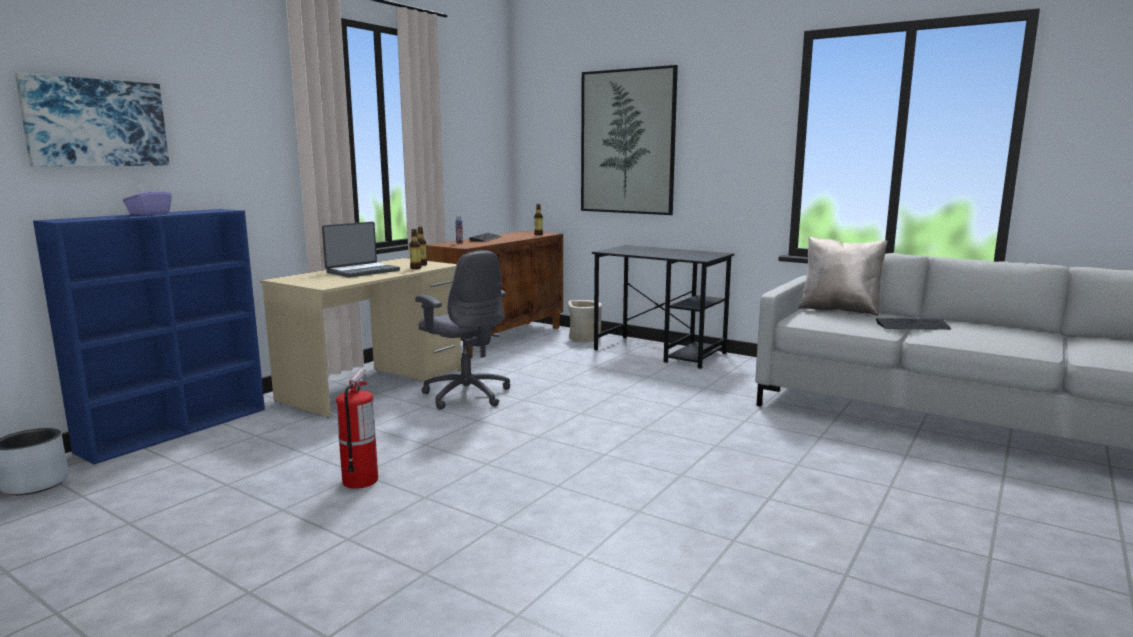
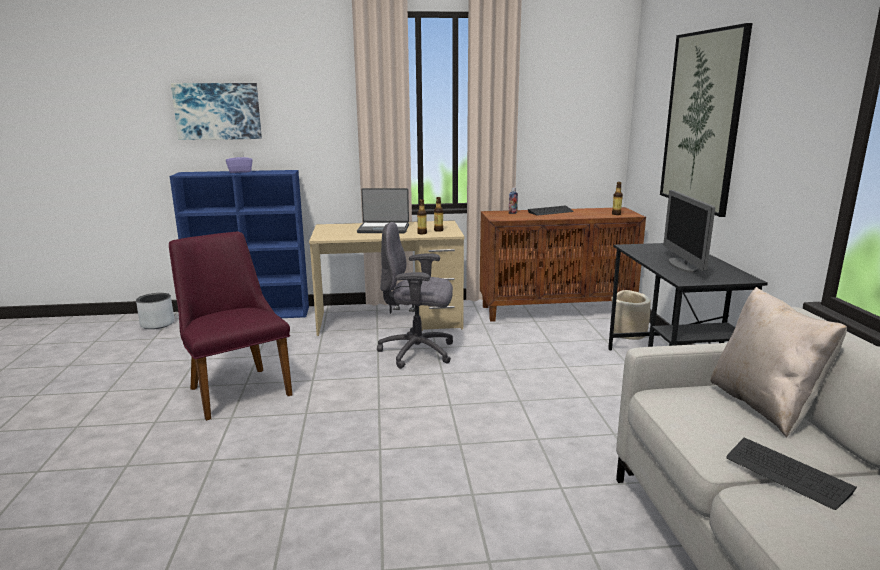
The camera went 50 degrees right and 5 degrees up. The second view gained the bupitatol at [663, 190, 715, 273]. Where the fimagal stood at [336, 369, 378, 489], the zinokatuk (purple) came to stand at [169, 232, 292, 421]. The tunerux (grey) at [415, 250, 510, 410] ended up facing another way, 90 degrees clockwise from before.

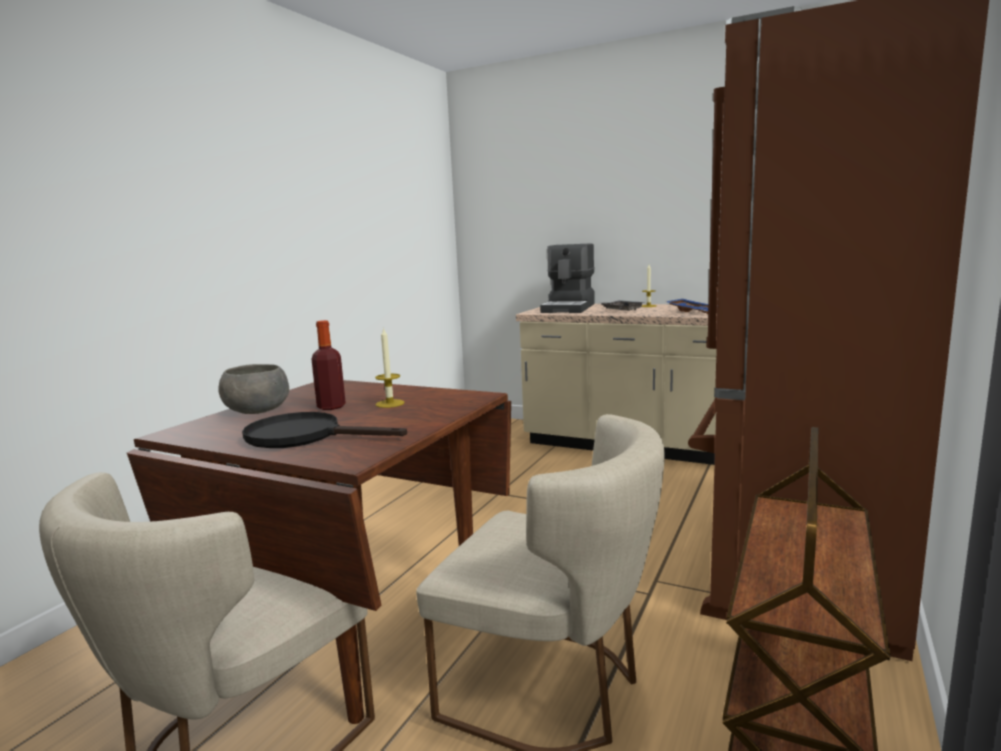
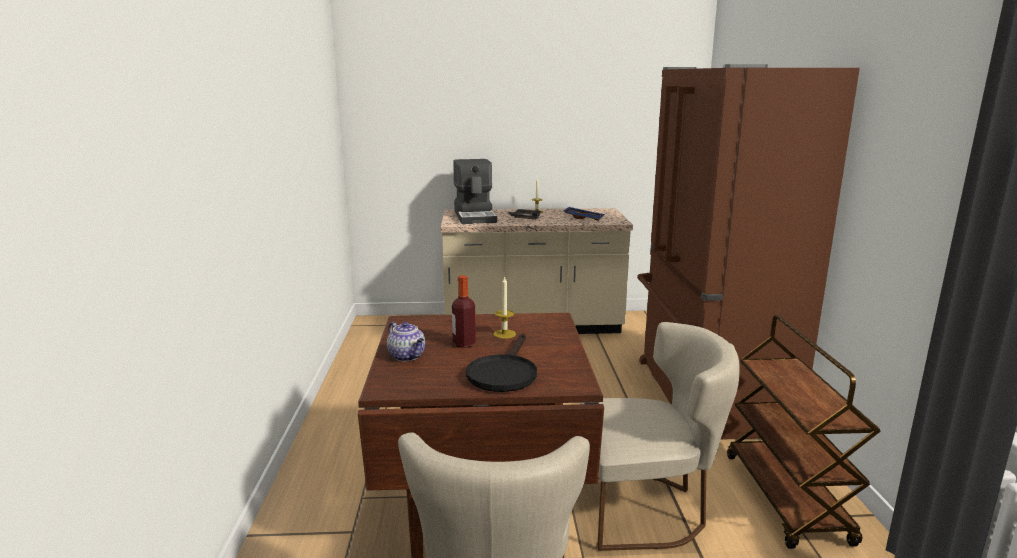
The camera went 30 degrees left and 5 degrees up. Where the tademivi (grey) stood at [218, 364, 289, 414], the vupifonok came to stand at [387, 322, 425, 361]. The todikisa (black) at [242, 412, 407, 448] ended up facing another way, 60 degrees counterclockwise from before.

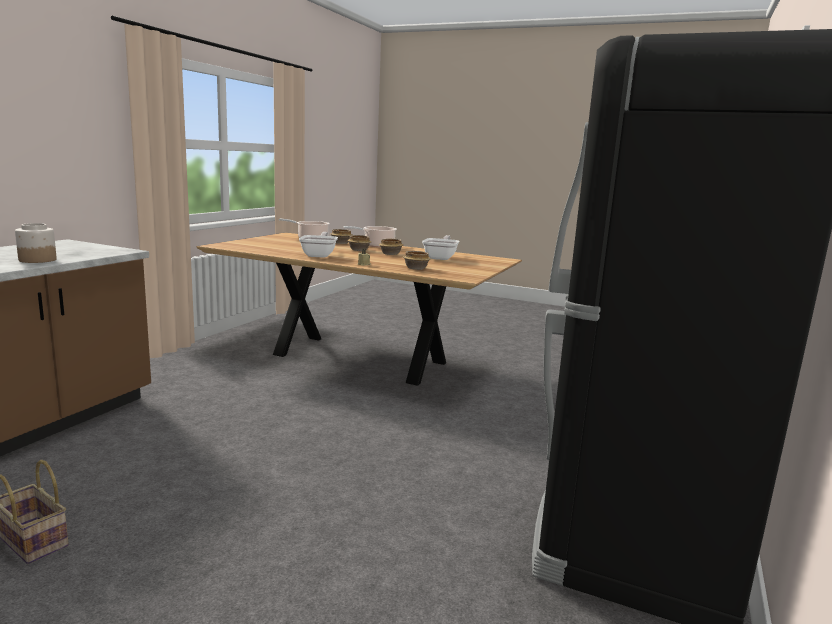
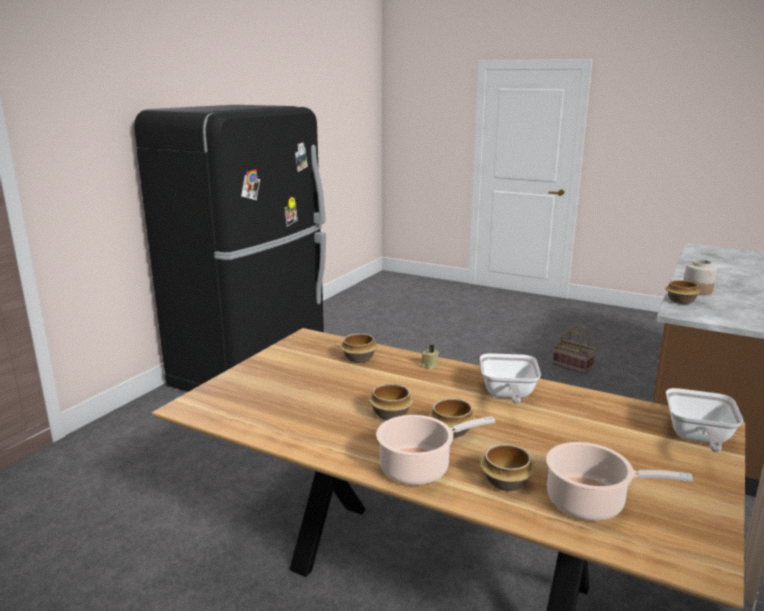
The camera went 175 degrees left and 5 degrees up. The second view gained the tademivi at [665, 280, 701, 304]. The todikisa ended up elsewhere, having gone from [422, 235, 460, 260] to [666, 388, 743, 452].

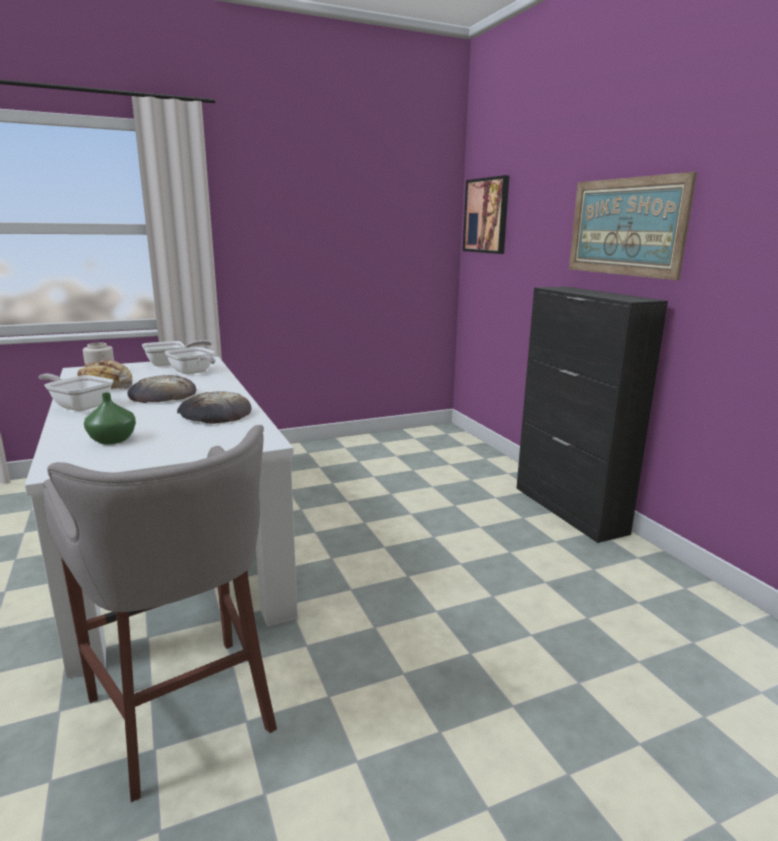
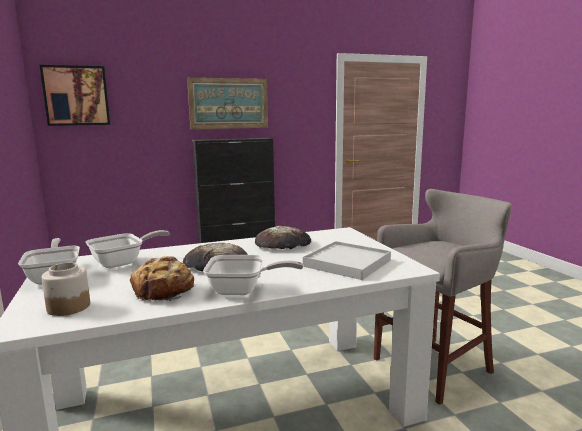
The camera went 85 degrees left and 5 degrees down. Where the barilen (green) stood at [84, 393, 136, 444], the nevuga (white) came to stand at [303, 241, 391, 280]. The todikisa at [38, 374, 113, 411] ended up facing another way, 120 degrees counterclockwise from before.

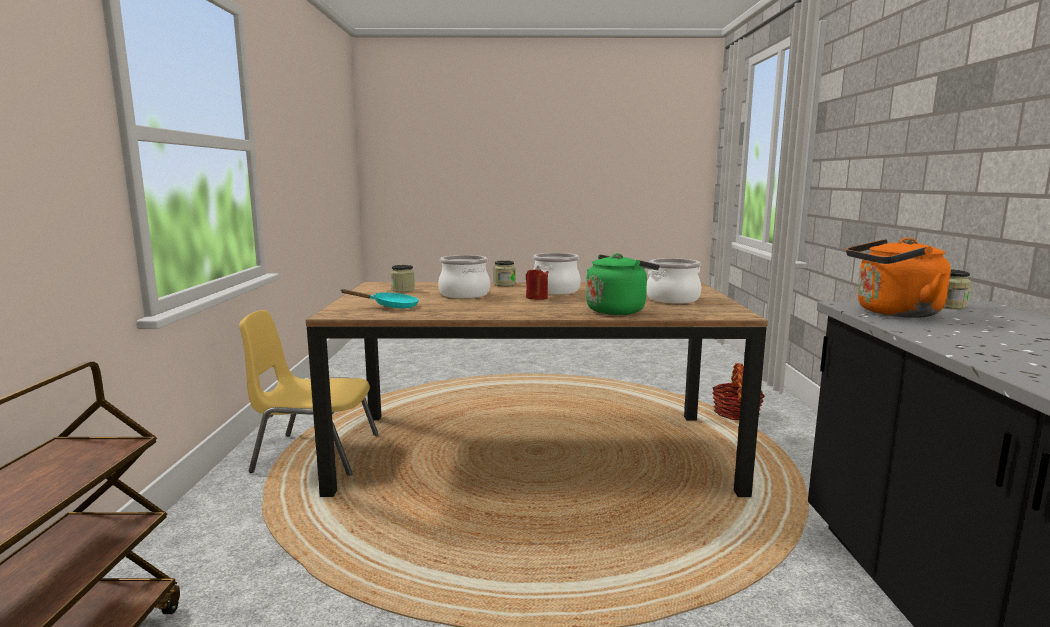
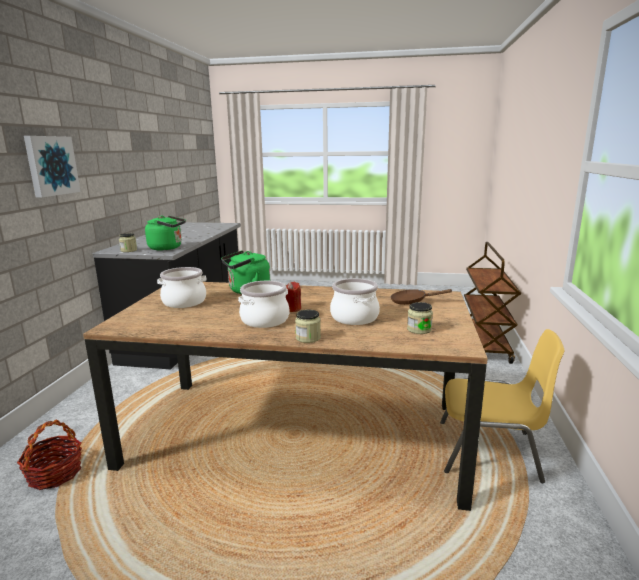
The camera went 170 degrees left and 5 degrees up. The second view gained the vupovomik at [24, 136, 80, 197]. What was the todikisa (turquoise) at [341, 289, 419, 308] turned into the todikisa (brown) at [391, 289, 452, 305]. What was the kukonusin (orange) at [846, 238, 951, 318] turned into the kukonusin (green) at [145, 215, 186, 250].

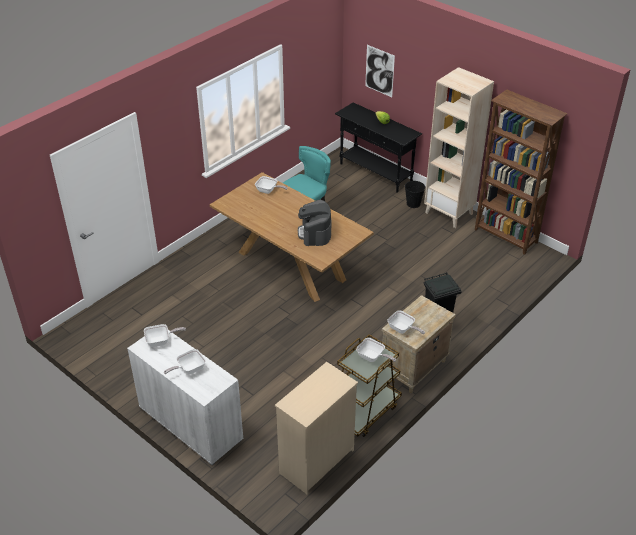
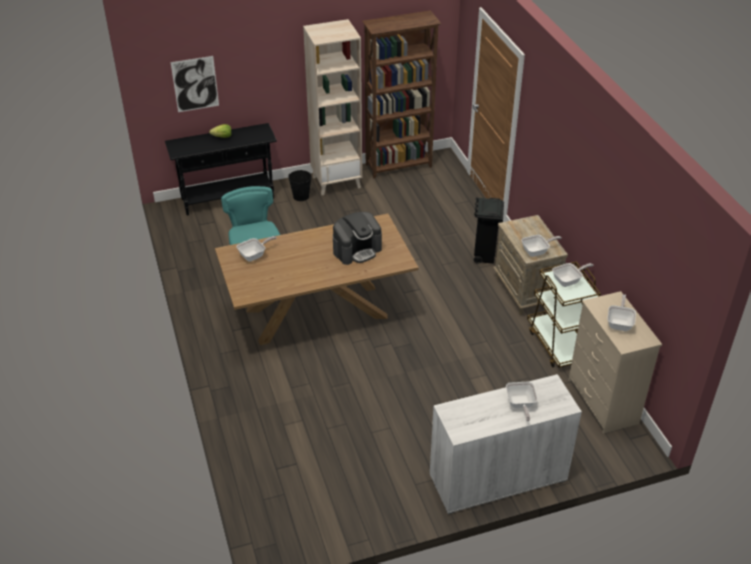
The camera went 60 degrees left and 0 degrees up. The todikisa ended up elsewhere, having gone from [144, 324, 186, 347] to [607, 294, 636, 331]. The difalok at [298, 200, 331, 246] ended up facing another way, 60 degrees counterclockwise from before.

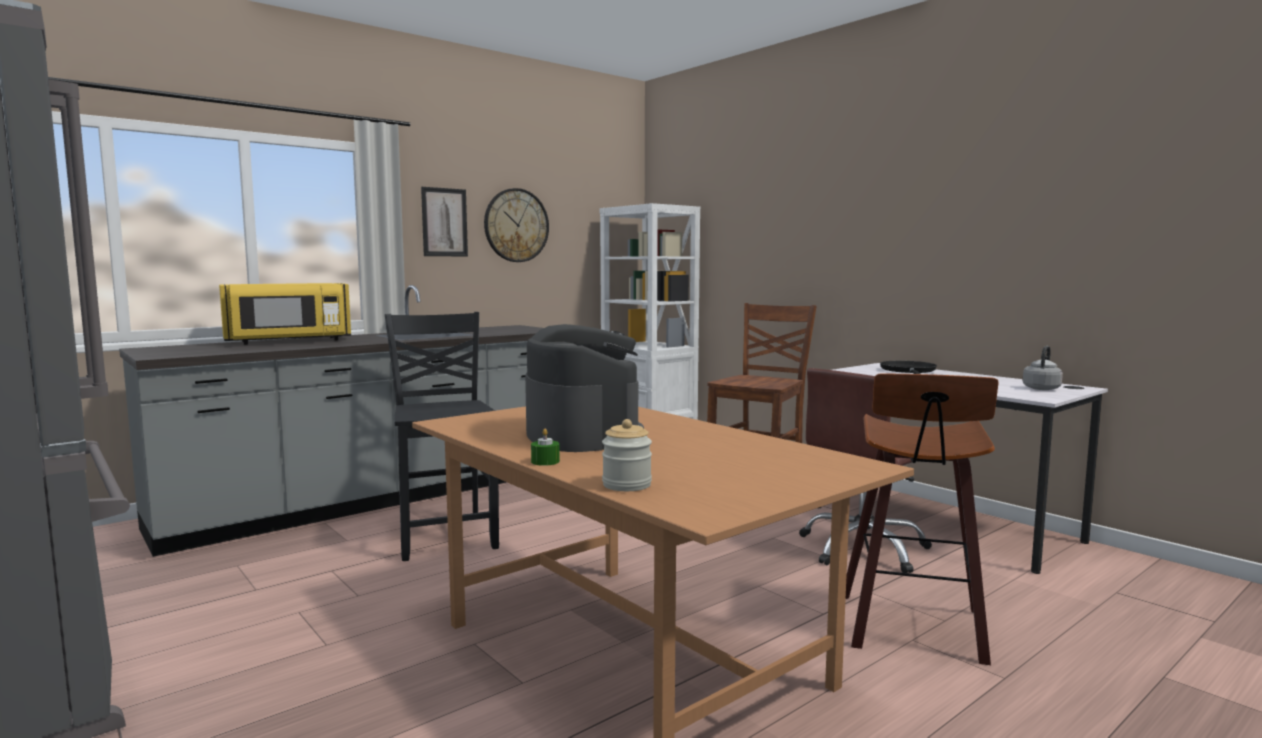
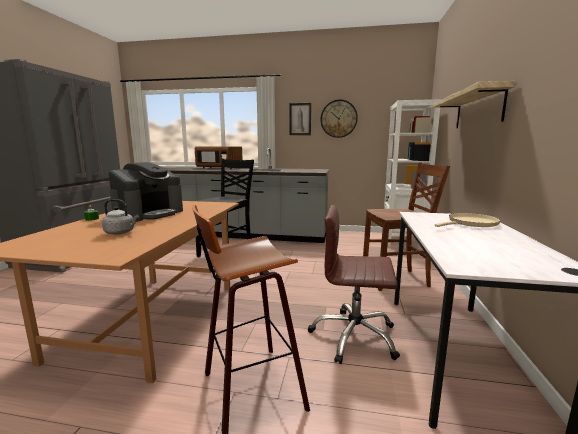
The camera went 50 degrees right and 5 degrees up. The second view lost the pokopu at [602, 419, 652, 491]. The second view gained the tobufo at [433, 81, 516, 128]. The kukonusin (grey) ended up elsewhere, having gone from [1022, 346, 1063, 390] to [102, 199, 139, 235]. What was the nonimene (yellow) at [219, 283, 351, 345] turned into the nonimene (brown) at [195, 146, 242, 169]. What was the todikisa (black) at [880, 361, 937, 374] turned into the todikisa (beige) at [435, 213, 501, 227].

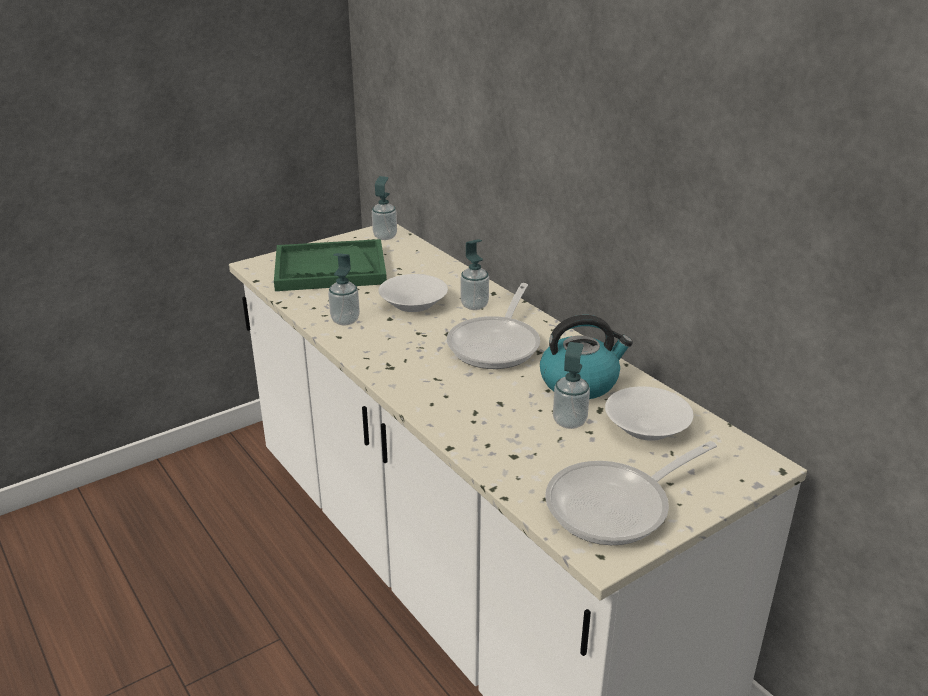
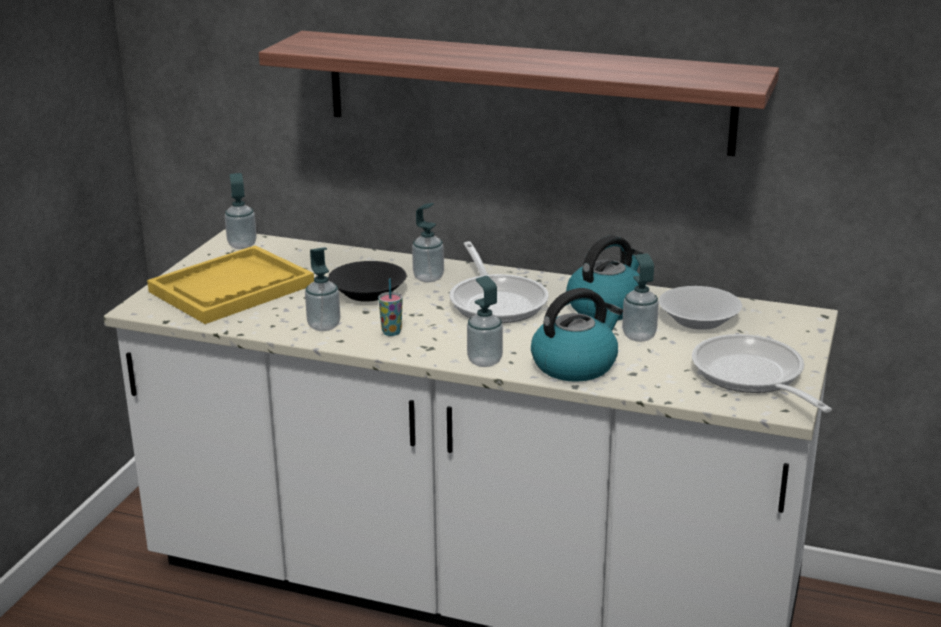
The camera went 35 degrees left and 5 degrees down. The second view gained the tobufo at [259, 31, 779, 156]. The second view gained the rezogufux at [378, 278, 403, 336]. The second view gained the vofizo at [467, 276, 503, 367]. The second view gained the kukonusin at [531, 288, 623, 382]. What was the nevuga (green) at [274, 239, 387, 291] turned into the nevuga (yellow) at [147, 245, 314, 324]. What was the tademivi (white) at [378, 274, 448, 312] turned into the tademivi (black) at [328, 261, 407, 302]. The todikisa at [545, 441, 717, 545] ended up facing another way, 135 degrees clockwise from before.

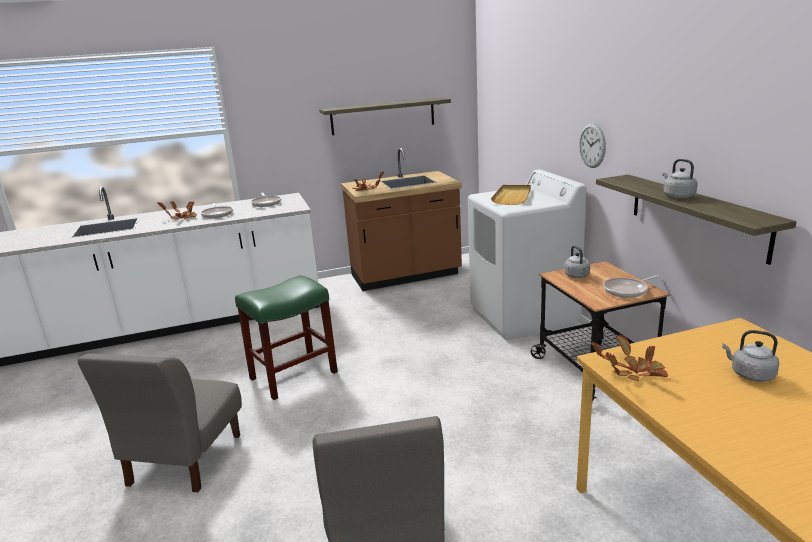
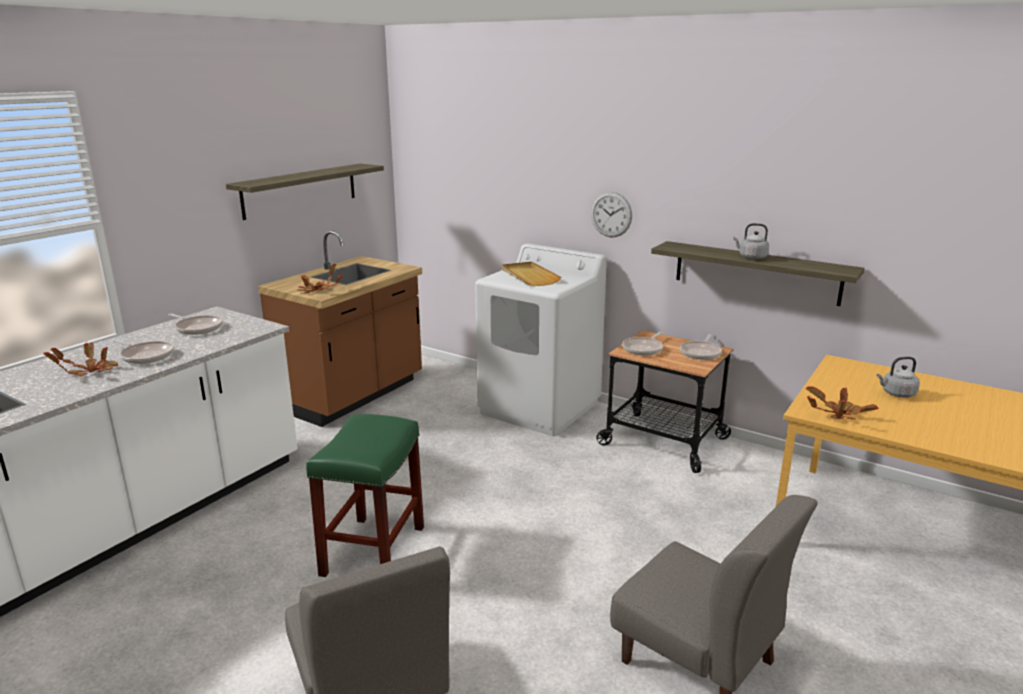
The camera went 40 degrees left and 0 degrees up. Where the kukonusin (grey) stood at [564, 245, 590, 278], the todikisa came to stand at [622, 332, 663, 356].

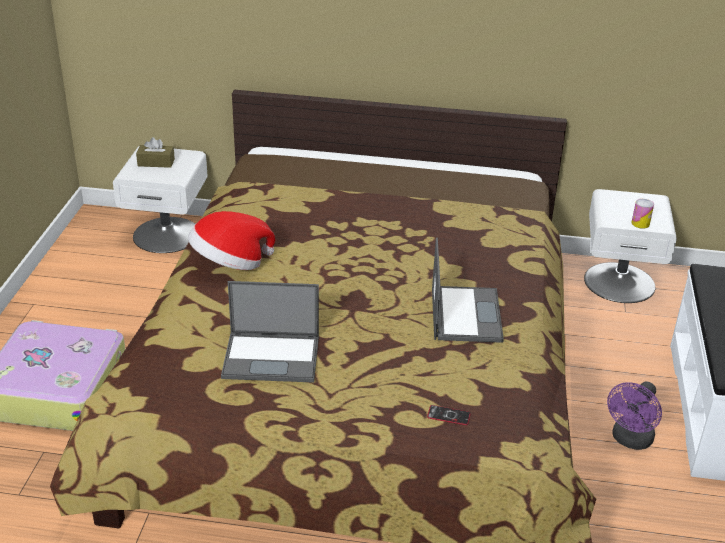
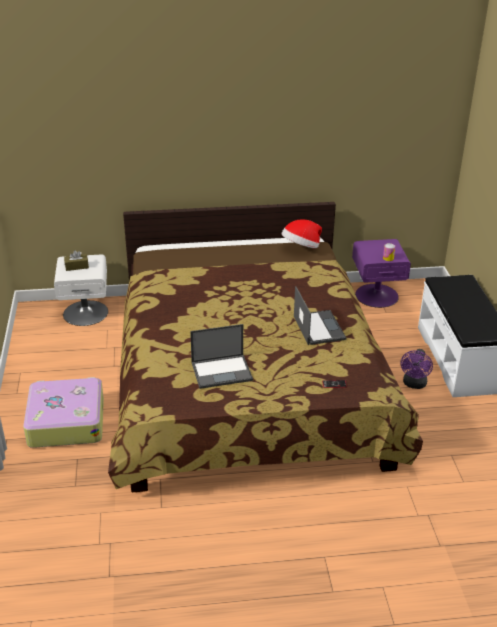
The camera went 15 degrees left and 0 degrees up. The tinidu ended up elsewhere, having gone from [188, 211, 275, 270] to [281, 219, 322, 248]. What was the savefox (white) at [584, 189, 677, 303] turned into the savefox (purple) at [352, 239, 411, 308].

